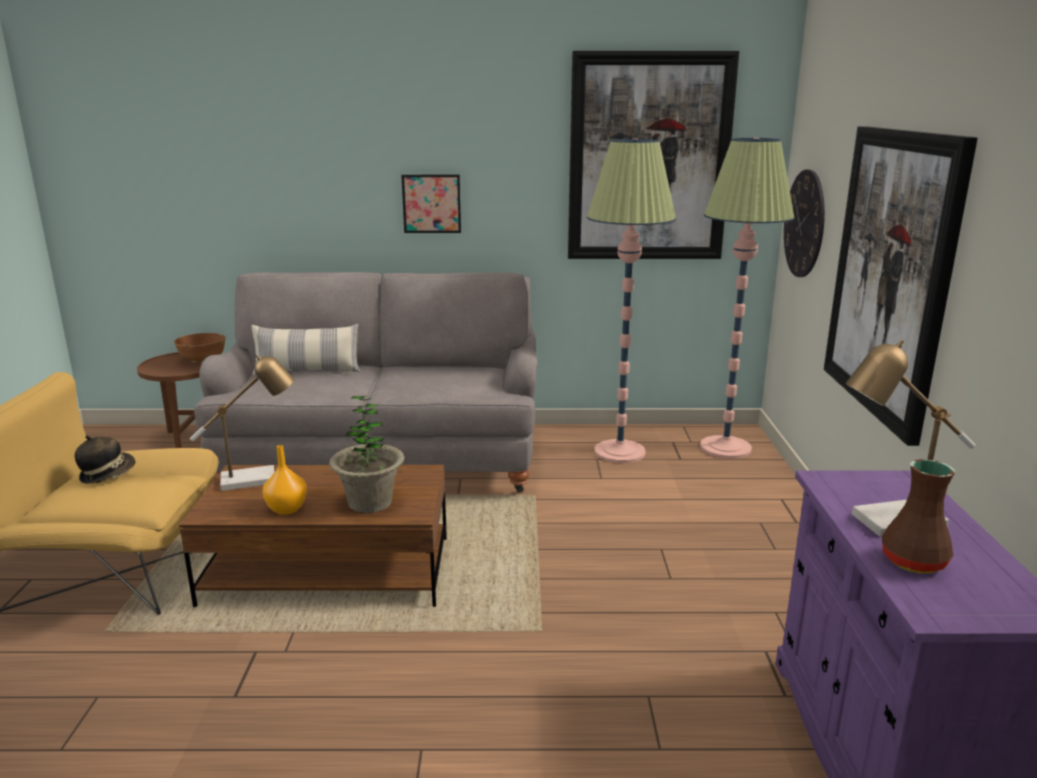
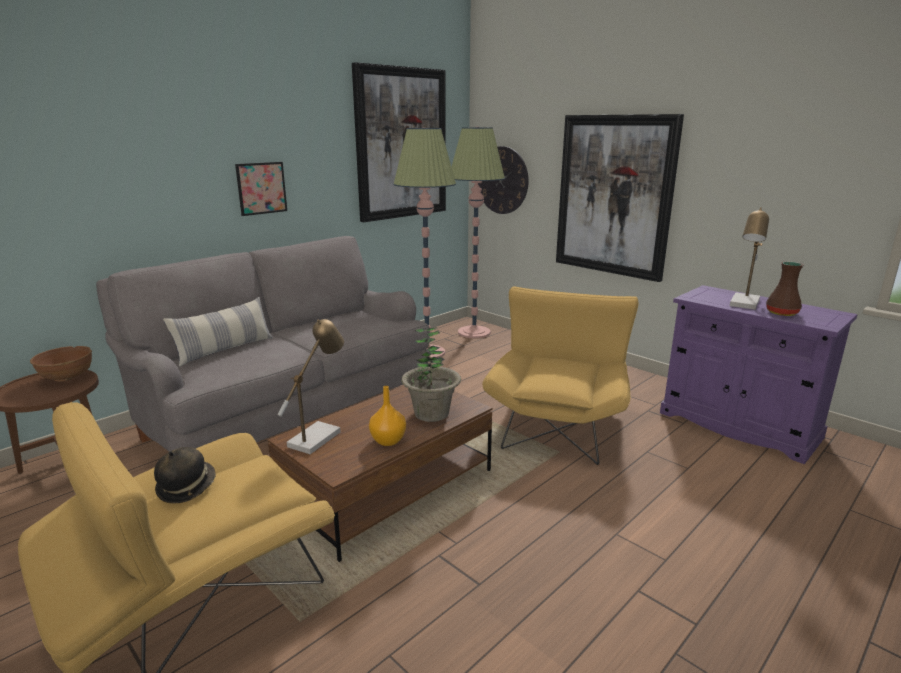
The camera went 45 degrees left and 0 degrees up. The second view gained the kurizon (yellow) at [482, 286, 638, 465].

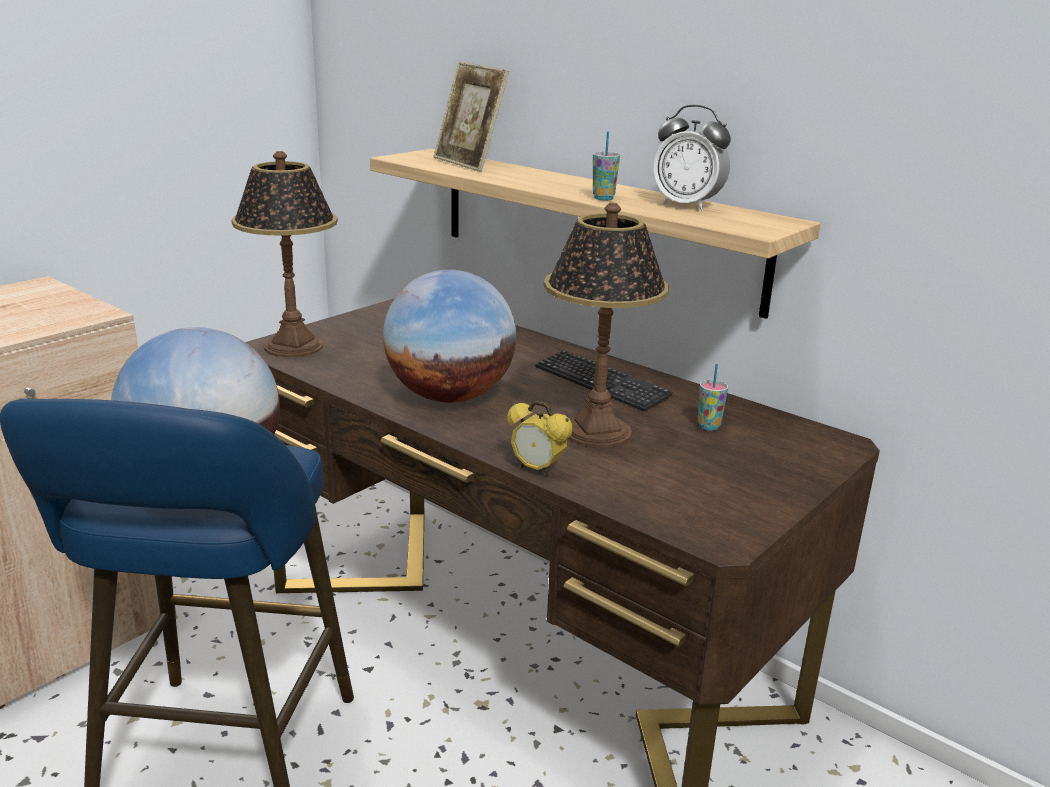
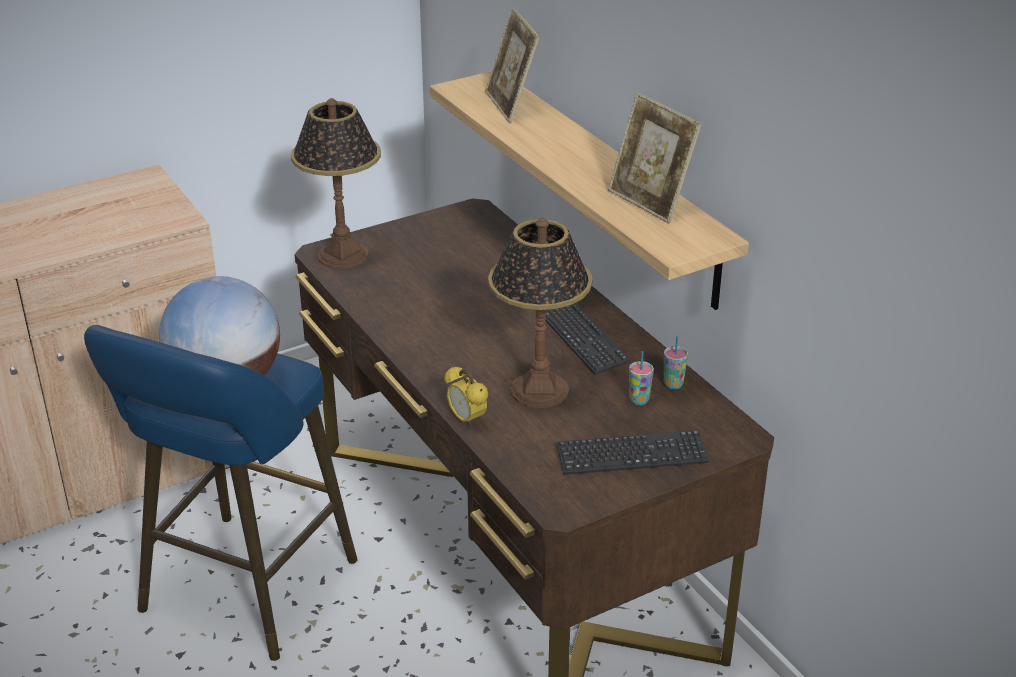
The camera went 20 degrees right and 10 degrees up. The second view lost the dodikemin at [383, 270, 516, 403]. The second view gained the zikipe at [557, 430, 709, 475]. The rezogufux ended up elsewhere, having gone from [593, 132, 620, 200] to [664, 336, 688, 389]. Where the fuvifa stood at [653, 105, 731, 211], the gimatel came to stand at [608, 92, 702, 223].

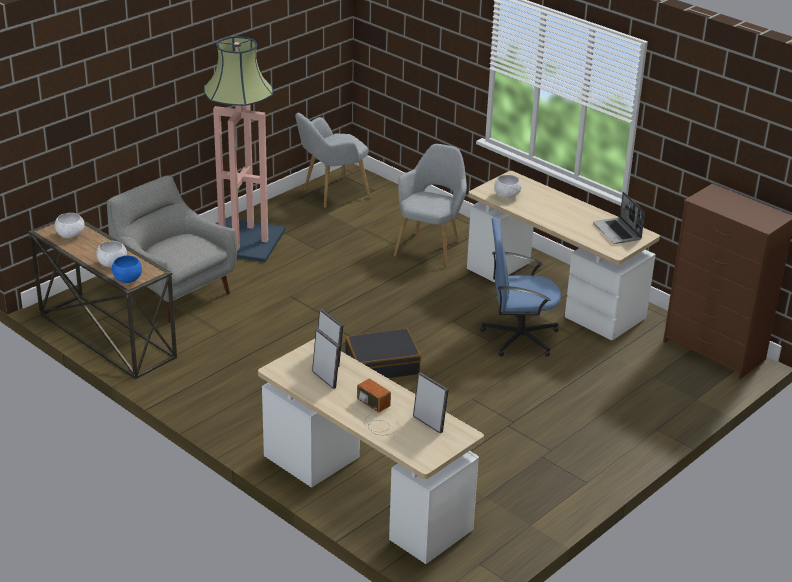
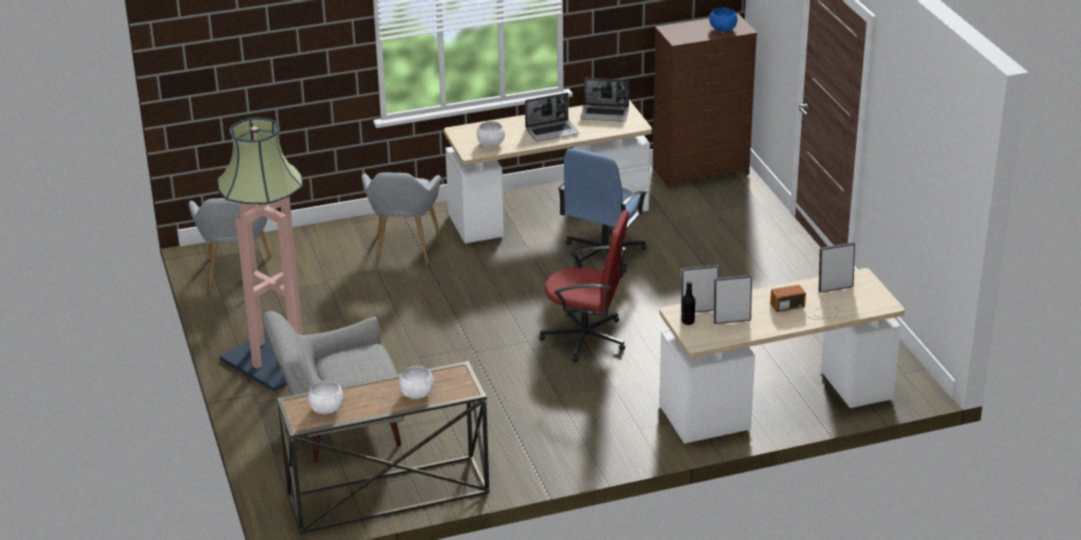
The camera went 60 degrees left and 0 degrees up. The second view gained the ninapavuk at [525, 93, 579, 142]. The second view gained the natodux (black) at [681, 281, 695, 325]. The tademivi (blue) ended up elsewhere, having gone from [112, 256, 142, 283] to [709, 8, 737, 32]. Where the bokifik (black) stood at [345, 328, 421, 379], the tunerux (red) came to stand at [539, 210, 629, 362]. The kurizon (grey) at [394, 144, 467, 268] ended up facing another way, 135 degrees counterclockwise from before.

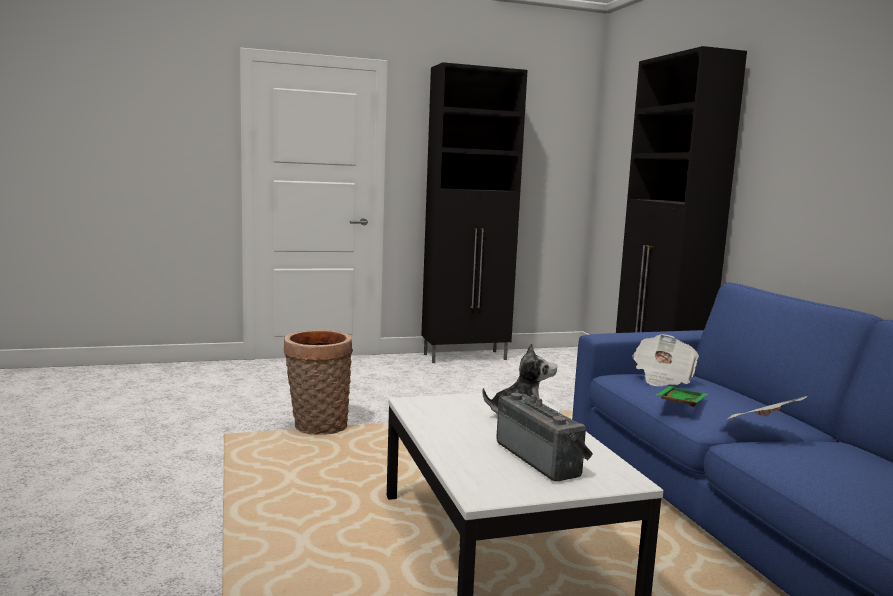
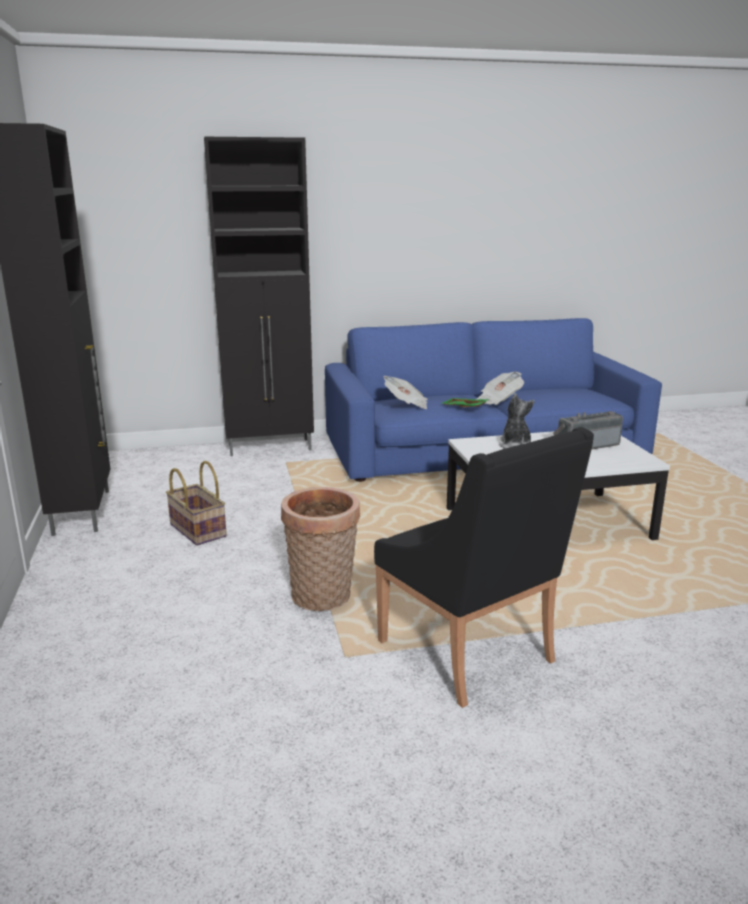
The camera went 85 degrees left and 10 degrees up. The second view gained the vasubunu at [166, 461, 227, 546]. The second view gained the kurizon (black) at [374, 427, 594, 708].

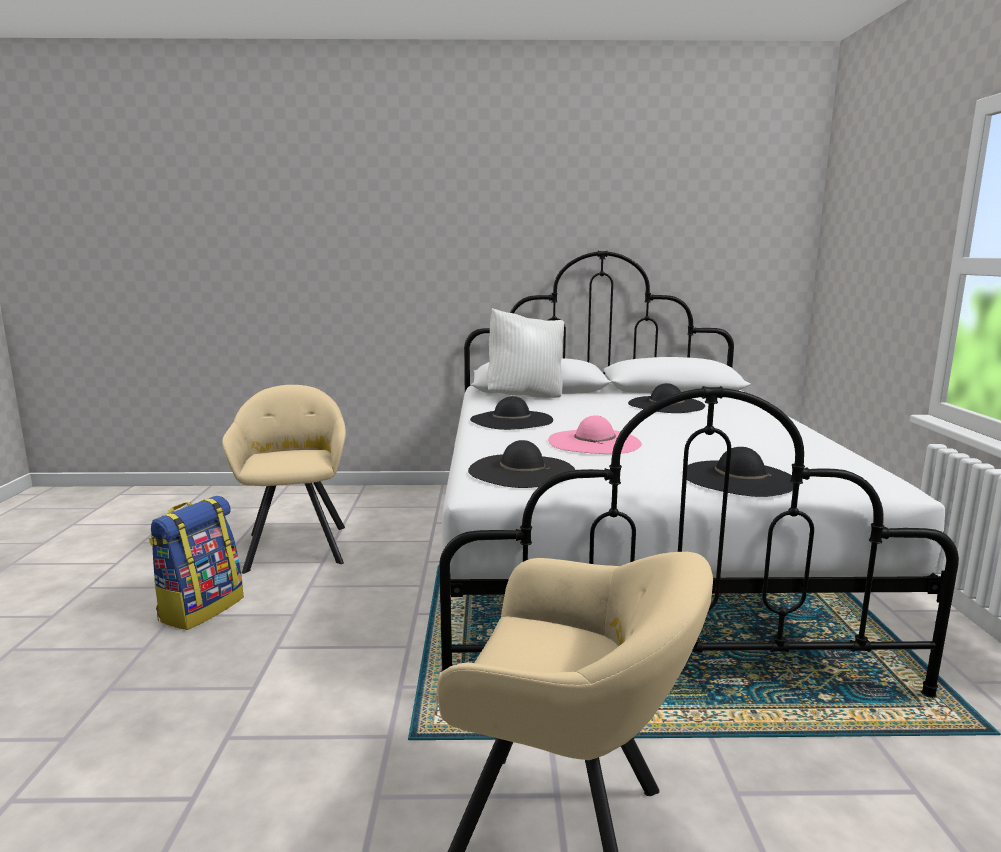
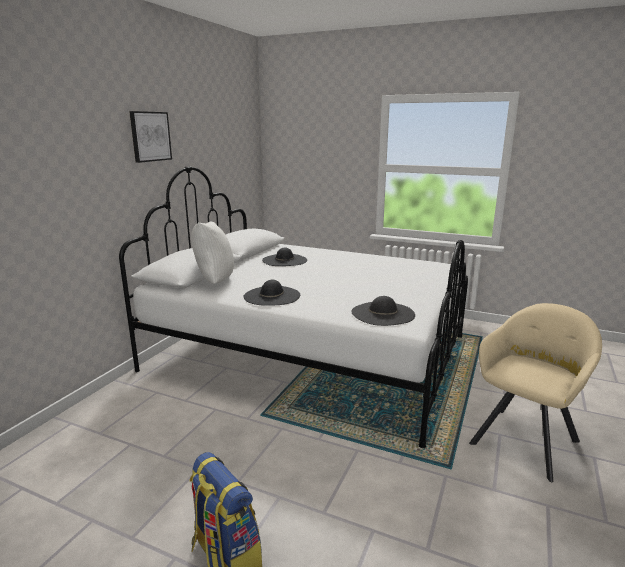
The camera went 65 degrees left and 5 degrees up. The second view lost the kurizon (beige) at [222, 385, 346, 574]. The second view lost the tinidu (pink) at [548, 415, 642, 454]. The second view lost the tinidu (black) at [687, 447, 800, 497]. The second view gained the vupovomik at [129, 111, 172, 163].

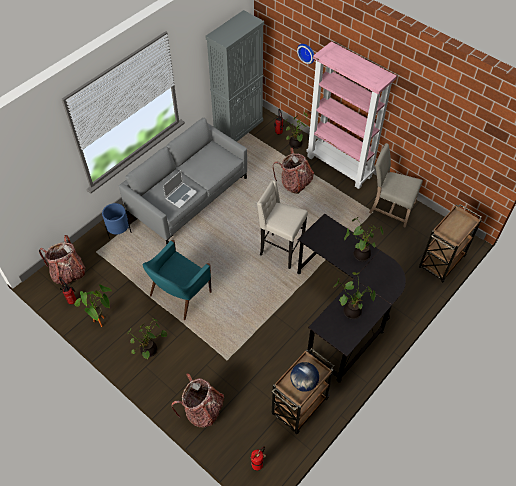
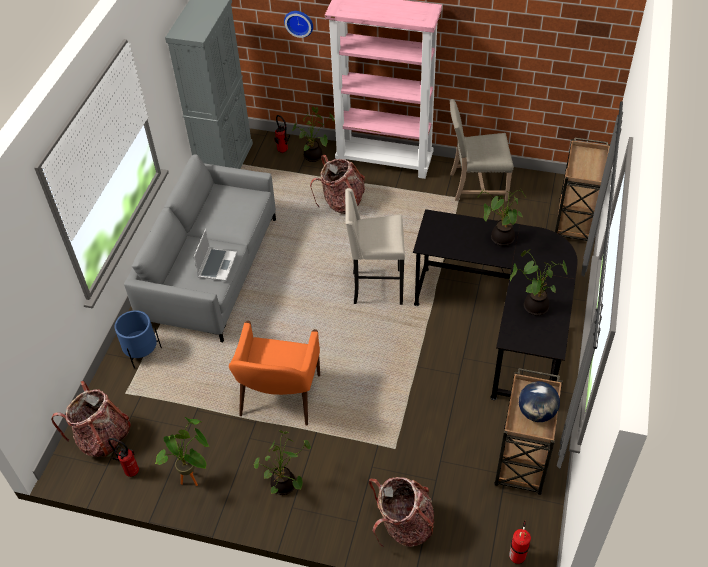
The camera went 25 degrees left and 5 degrees down. What was the kurizon (turquoise) at [143, 240, 211, 320] turned into the kurizon (orange) at [229, 321, 320, 426].

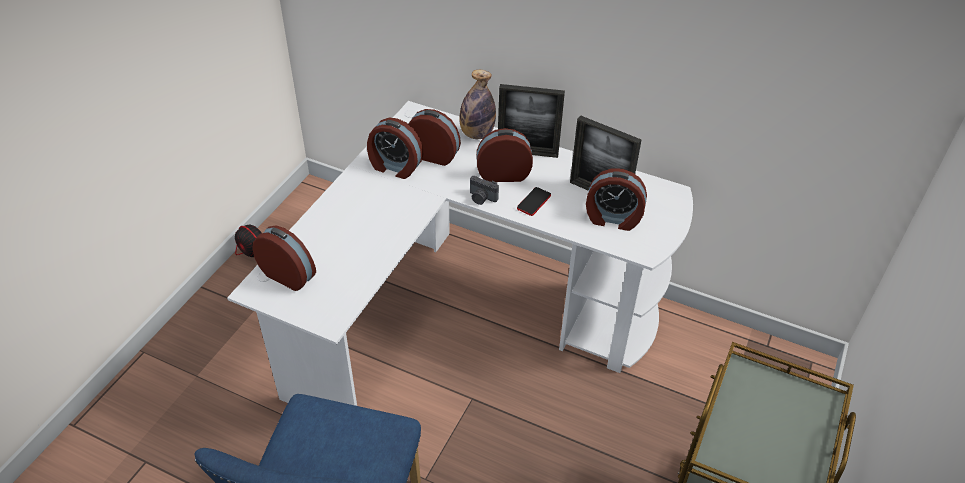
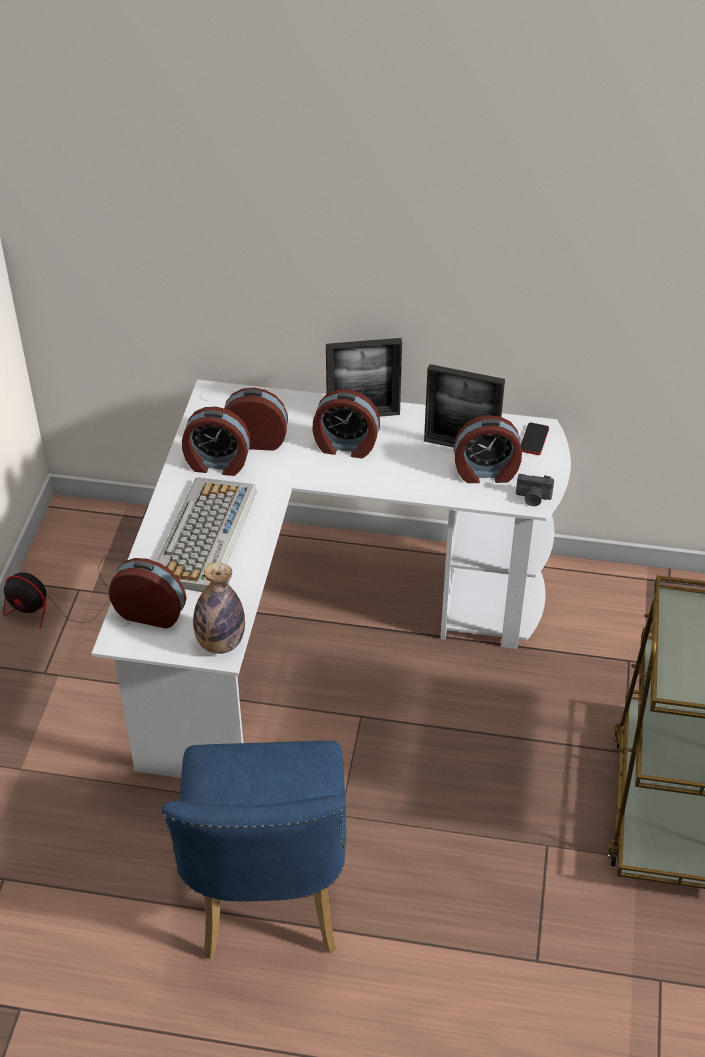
The camera went 15 degrees left and 0 degrees up. The second view gained the zikipe at [157, 477, 257, 592]. The natodux ended up elsewhere, having gone from [459, 70, 496, 139] to [193, 563, 245, 654]. The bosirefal ended up elsewhere, having gone from [470, 176, 499, 205] to [516, 474, 554, 506]. The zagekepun ended up elsewhere, having gone from [517, 187, 551, 216] to [521, 422, 549, 455]. The fuvifa at [476, 128, 533, 182] ended up facing another way, 150 degrees counterclockwise from before.

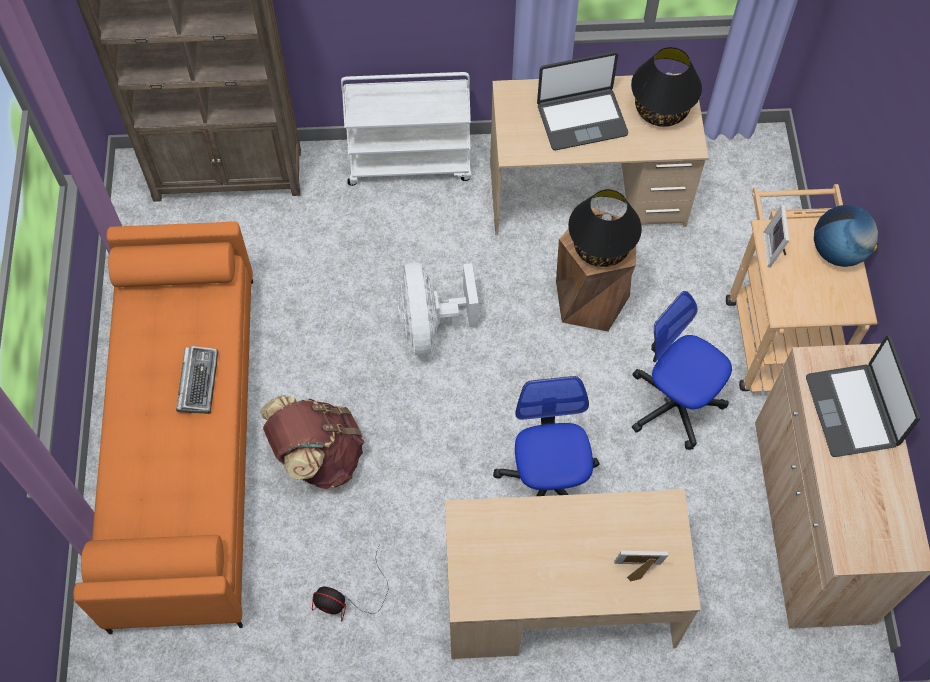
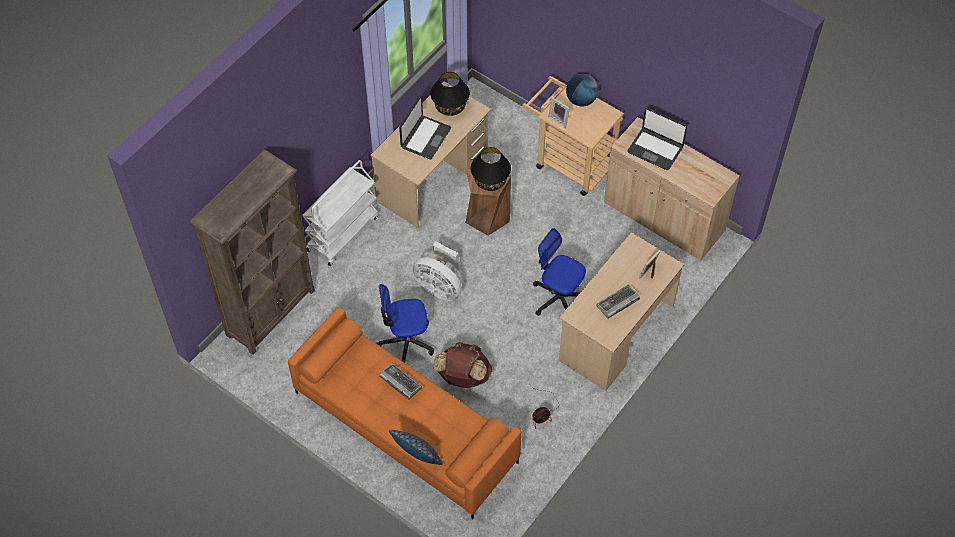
The camera went 50 degrees left and 5 degrees down. The second view gained the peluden at [389, 430, 443, 465]. The second view gained the zikipe at [597, 285, 640, 319]. The tunerux ended up elsewhere, having gone from [632, 291, 732, 450] to [376, 284, 434, 363].

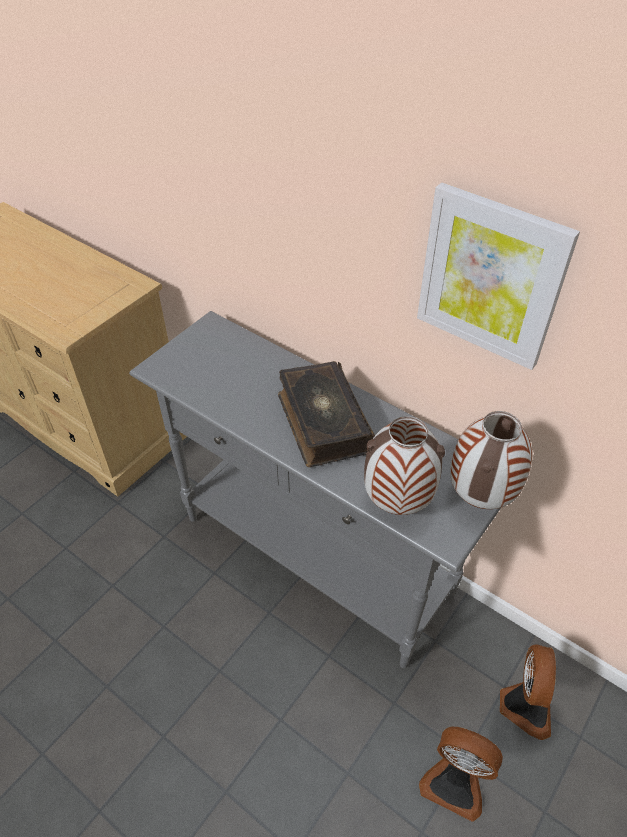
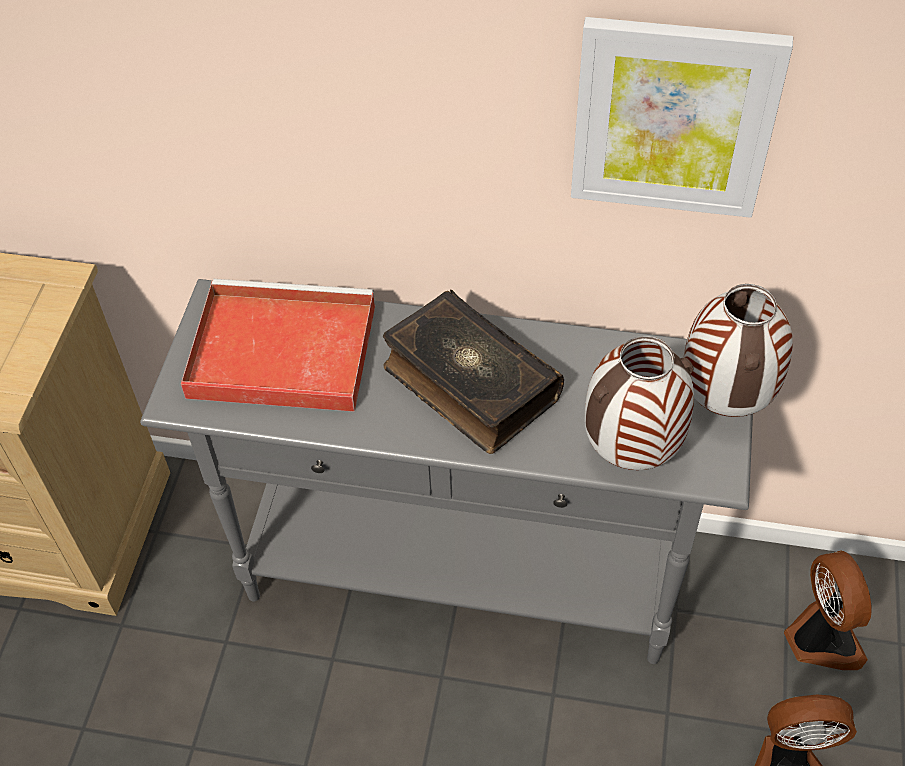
The camera went 25 degrees left and 5 degrees up. The second view gained the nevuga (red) at [181, 279, 375, 412].

